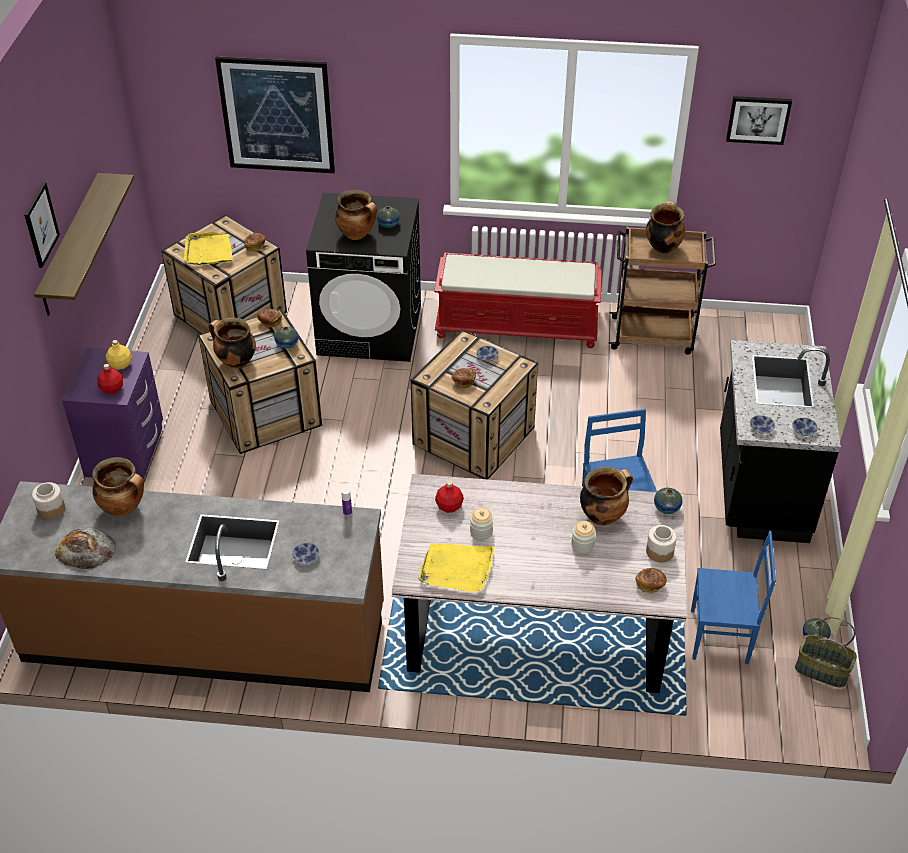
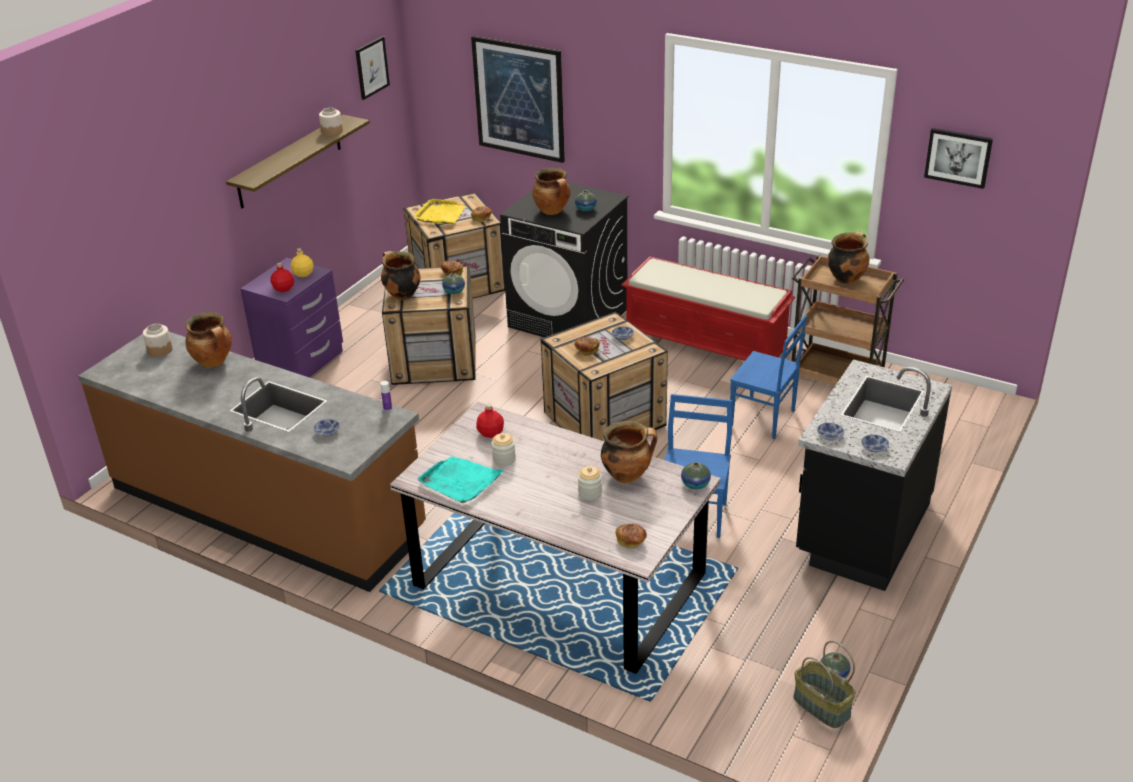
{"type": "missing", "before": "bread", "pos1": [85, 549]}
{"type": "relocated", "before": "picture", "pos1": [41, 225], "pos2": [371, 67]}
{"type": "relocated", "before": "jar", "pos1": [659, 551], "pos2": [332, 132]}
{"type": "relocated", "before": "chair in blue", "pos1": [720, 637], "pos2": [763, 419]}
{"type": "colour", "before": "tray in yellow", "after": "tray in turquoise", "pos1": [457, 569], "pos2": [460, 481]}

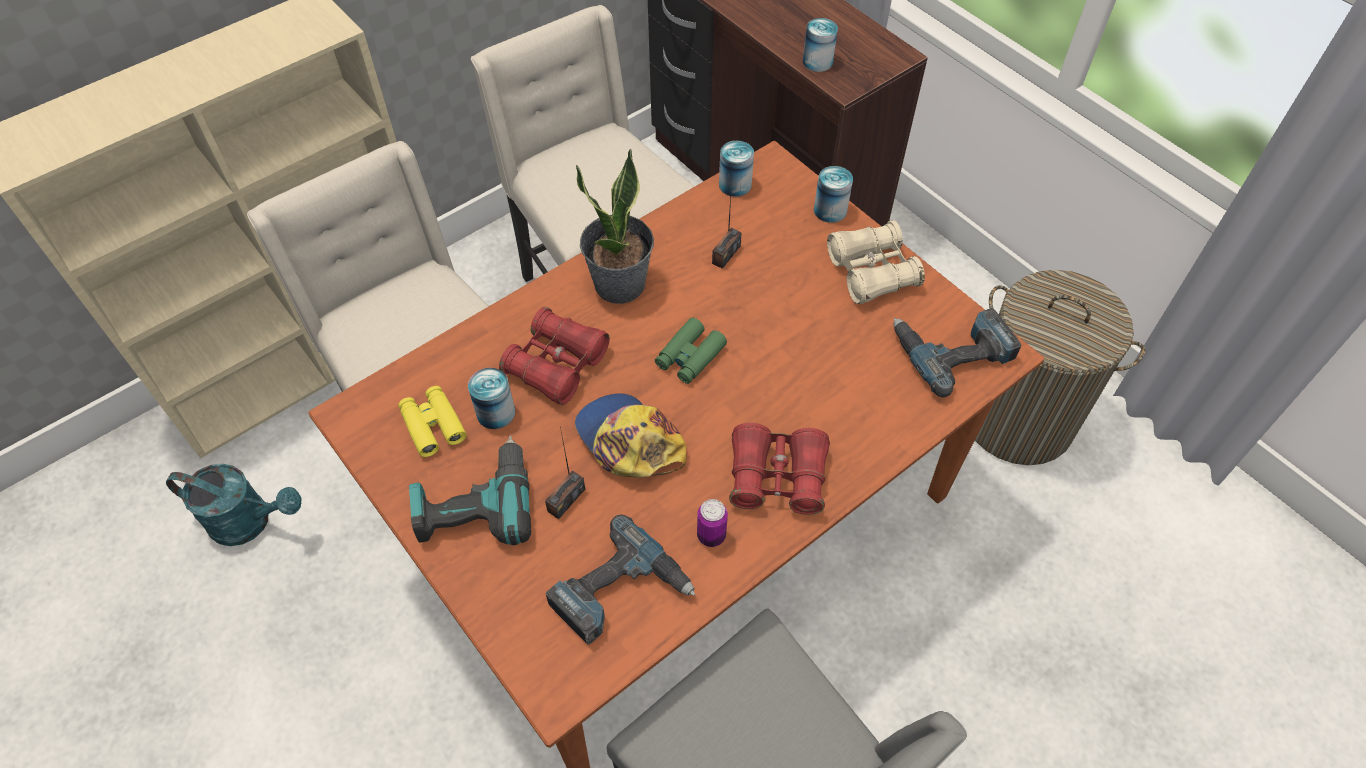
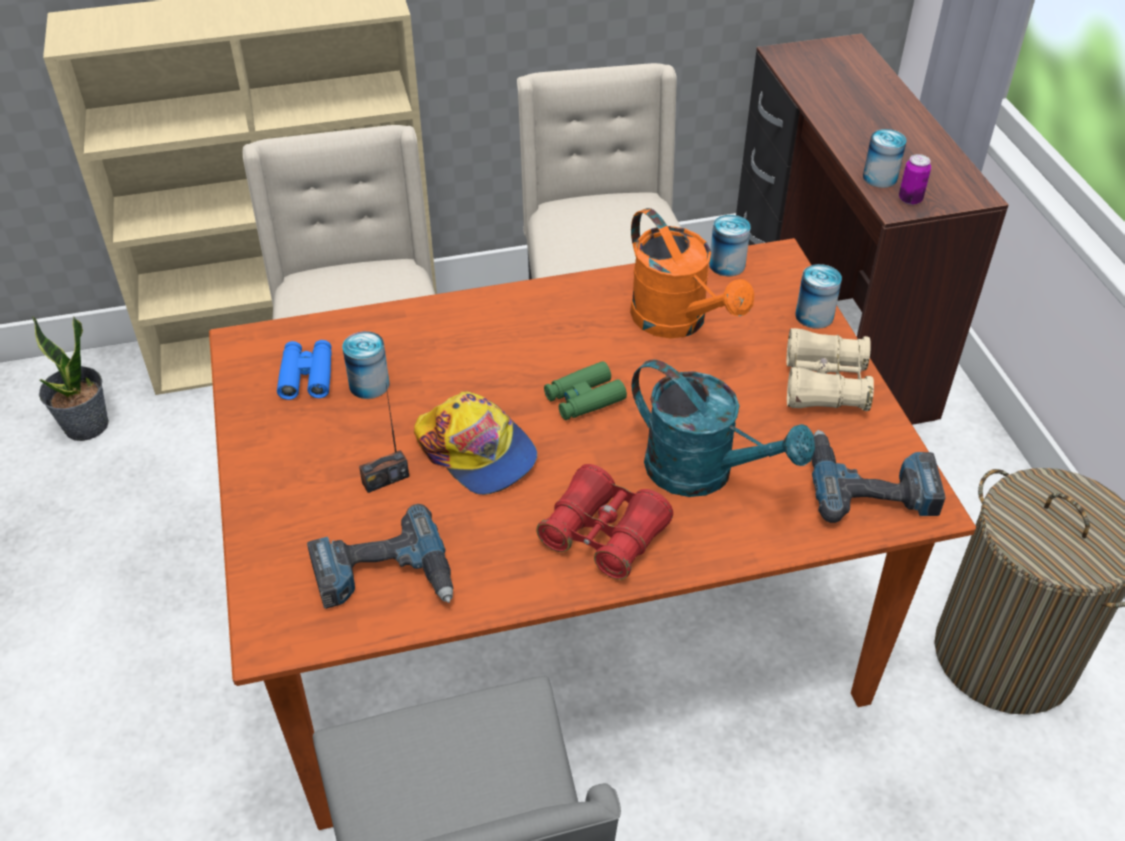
{"type": "missing", "before": "power drill", "pos1": [475, 504]}
{"type": "missing", "before": "binoculars in red", "pos1": [557, 365]}
{"type": "relocated", "before": "watering can in turquoise", "pos1": [250, 521], "pos2": [704, 473]}
{"type": "relocated", "before": "potted plant", "pos1": [620, 284], "pos2": [86, 426]}
{"type": "relocated", "before": "can", "pos1": [711, 535], "pos2": [910, 199]}
{"type": "exchanged", "before": "radio", "after": "watering can in orange", "pos1": [726, 254], "pos2": [678, 322]}
{"type": "colour", "before": "binoculars in yellow", "after": "binoculars in blue", "pos1": [433, 425], "pos2": [307, 376]}
{"type": "spun", "before": "cap", "pos1": [629, 441], "pos2": [477, 451], "turn": 150}

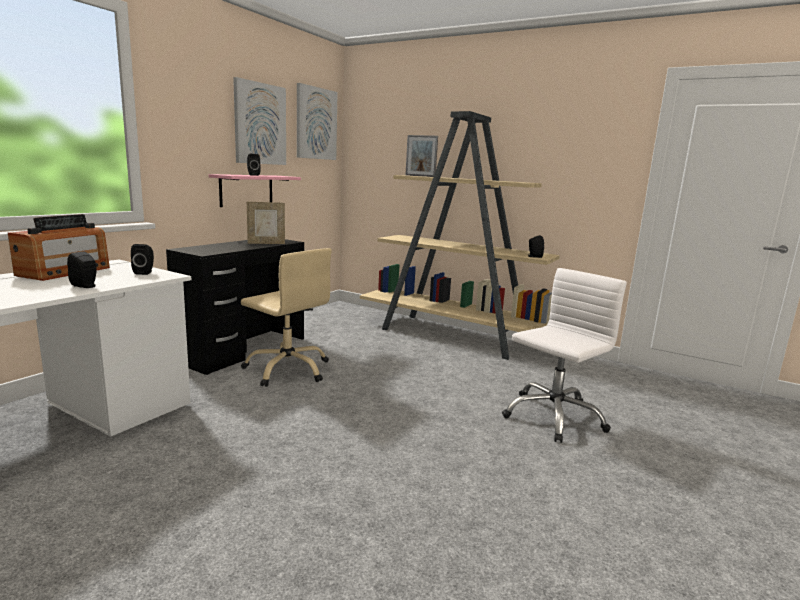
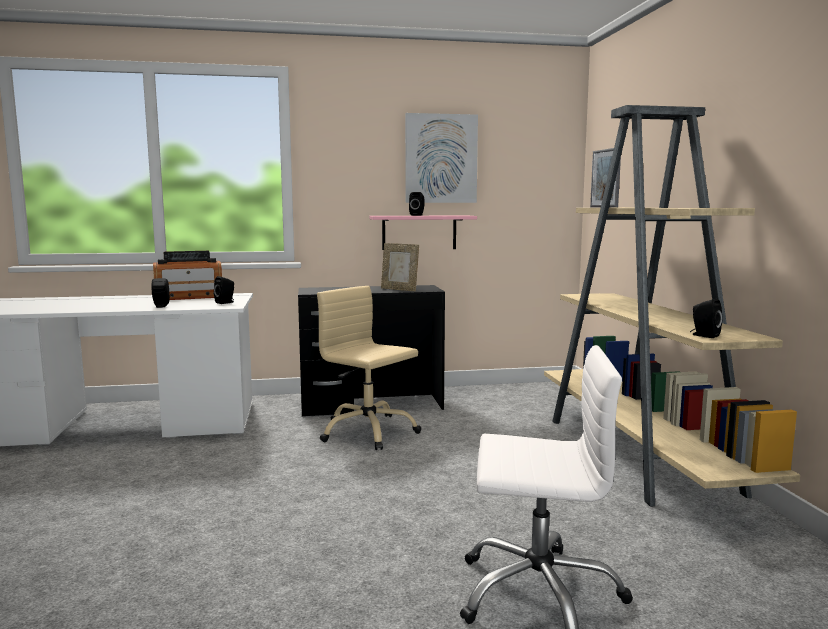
{"type": "missing", "before": "picture", "pos1": [316, 123]}
{"type": "spun", "before": "office chair in beige", "pos1": [288, 369], "pos2": [368, 431], "turn": 135}

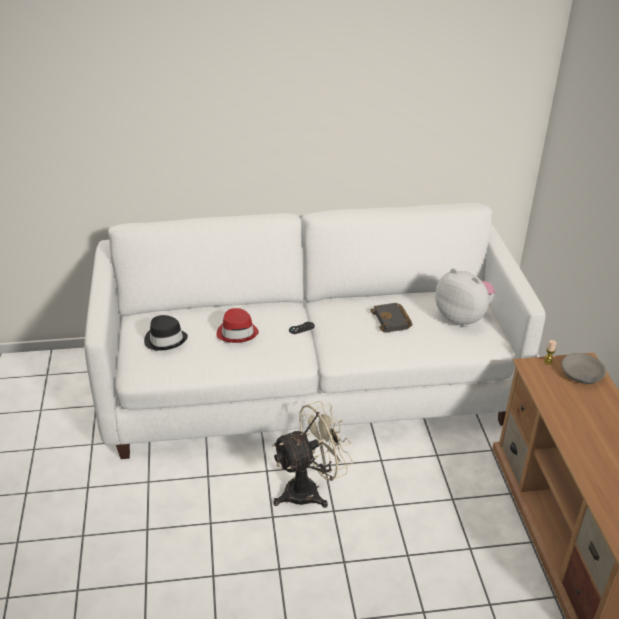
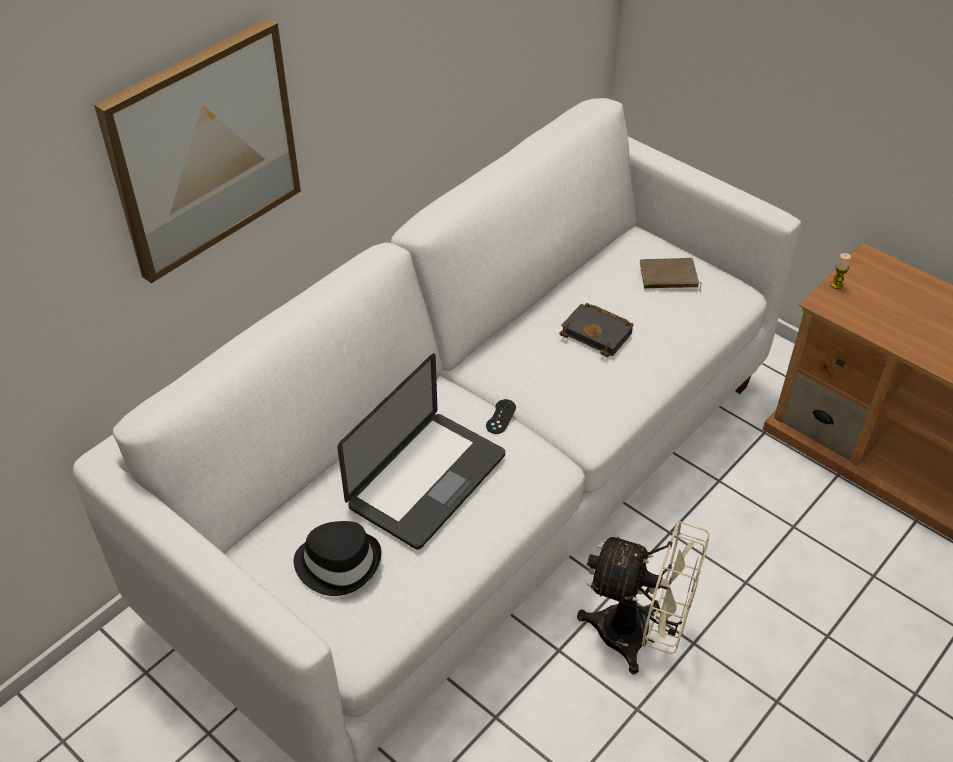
{"type": "missing", "before": "bowl in grey", "pos1": [581, 375]}
{"type": "appeared", "after": "picture", "pos2": [203, 149]}
{"type": "exchanged", "before": "hat in red", "after": "laptop", "pos1": [237, 332], "pos2": [427, 481]}
{"type": "exchanged", "before": "plush toy", "after": "book in brown", "pos1": [462, 317], "pos2": [668, 278]}
{"type": "spun", "before": "fan in beige", "pos1": [310, 490], "pos2": [638, 637], "turn": 90}

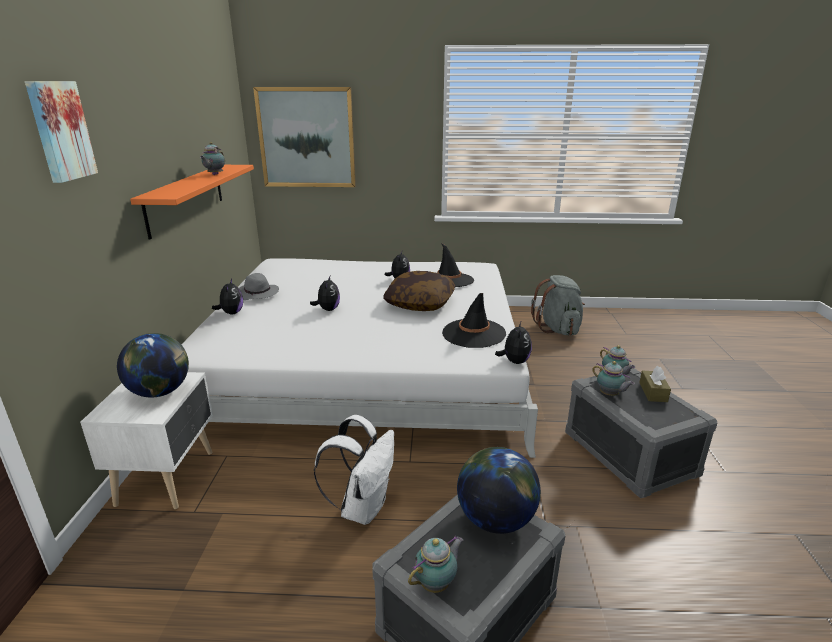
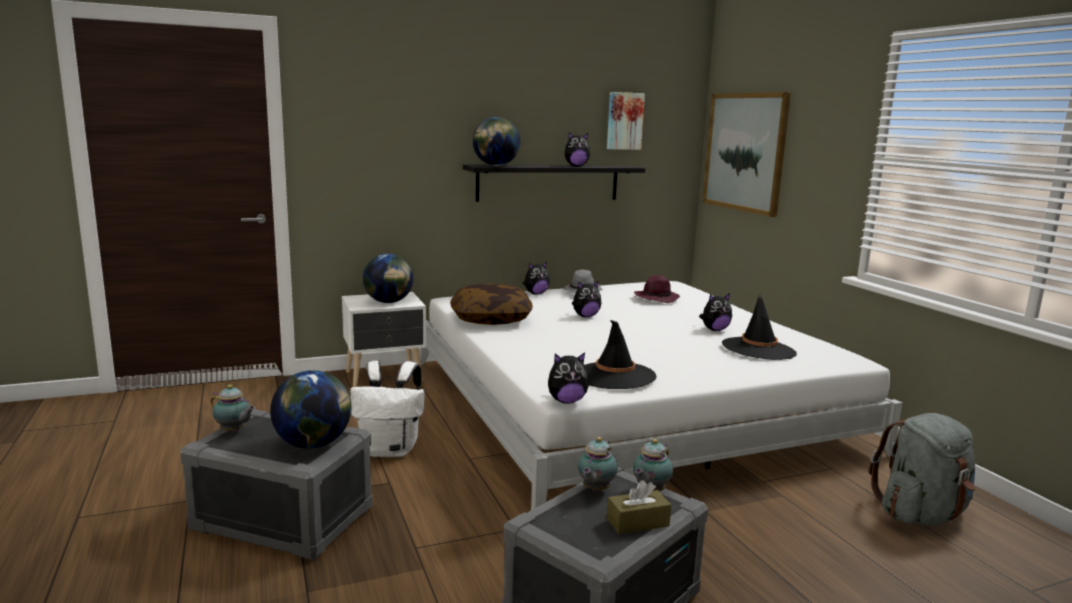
{"type": "appeared", "after": "globe", "pos2": [496, 165]}
{"type": "appeared", "after": "hat in purple", "pos2": [657, 298]}
{"type": "relocated", "before": "picture", "pos1": [60, 131], "pos2": [624, 121]}
{"type": "relocated", "before": "pillow", "pos1": [420, 303], "pos2": [491, 319]}
{"type": "exchanged", "before": "teapot", "after": "plush toy", "pos1": [214, 175], "pos2": [576, 166]}
{"type": "colour", "before": "shelf in orange", "after": "shelf in black", "pos1": [186, 198], "pos2": [548, 182]}

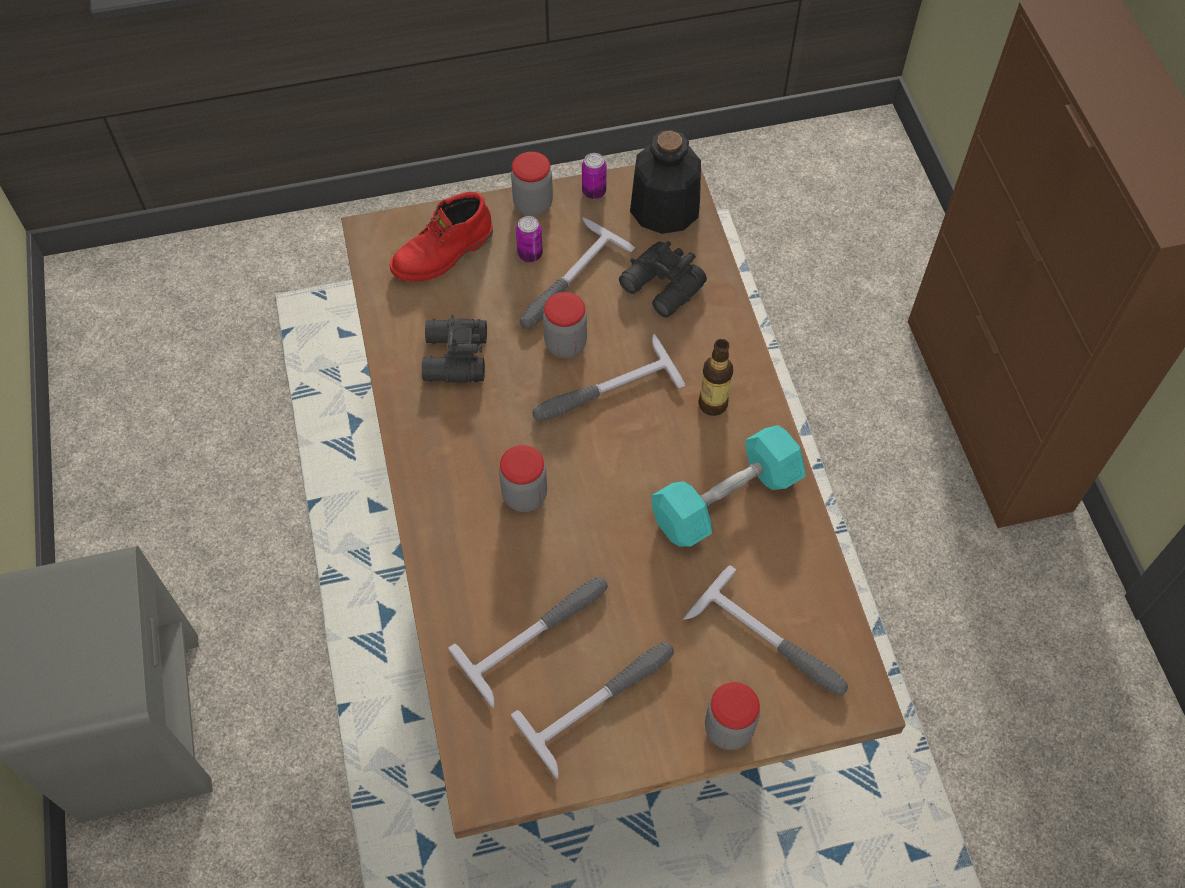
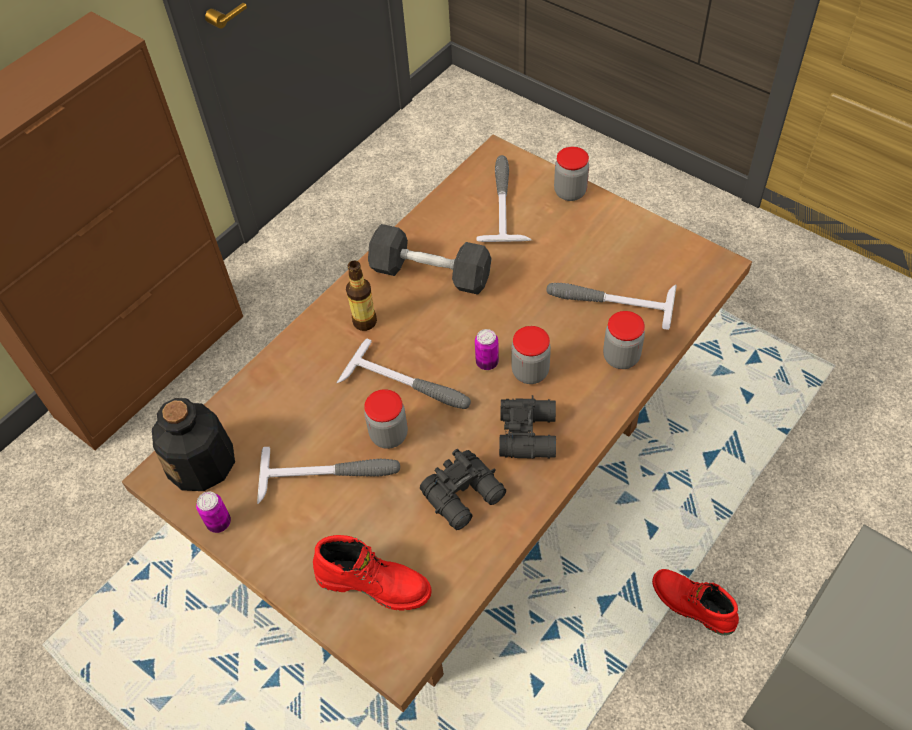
{"type": "missing", "before": "hammer", "pos1": [604, 700]}
{"type": "appeared", "after": "boot in red", "pos2": [691, 605]}
{"type": "relocated", "before": "jar", "pos1": [533, 204], "pos2": [621, 357]}
{"type": "relocated", "before": "can", "pos1": [530, 254], "pos2": [487, 362]}
{"type": "relocated", "before": "binoculars in black", "pos1": [662, 288], "pos2": [529, 433]}
{"type": "colour", "before": "dumbbell in turquoise", "after": "dumbbell in grey", "pos1": [726, 499], "pos2": [431, 273]}

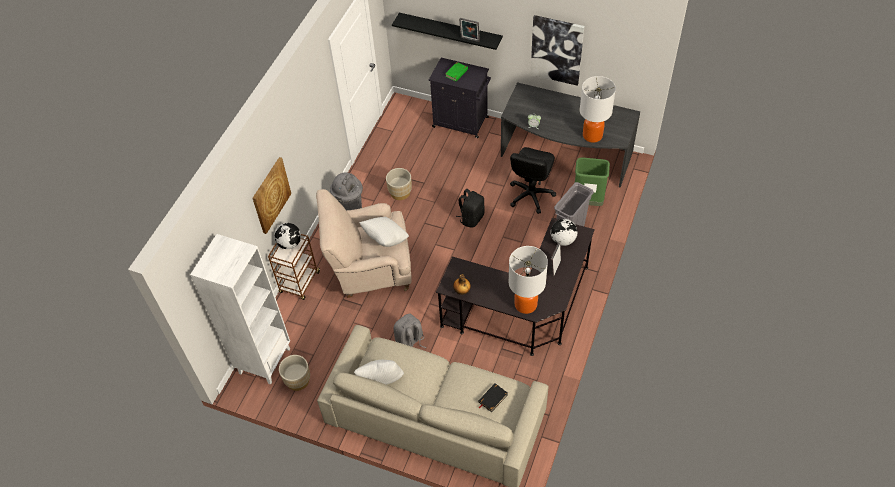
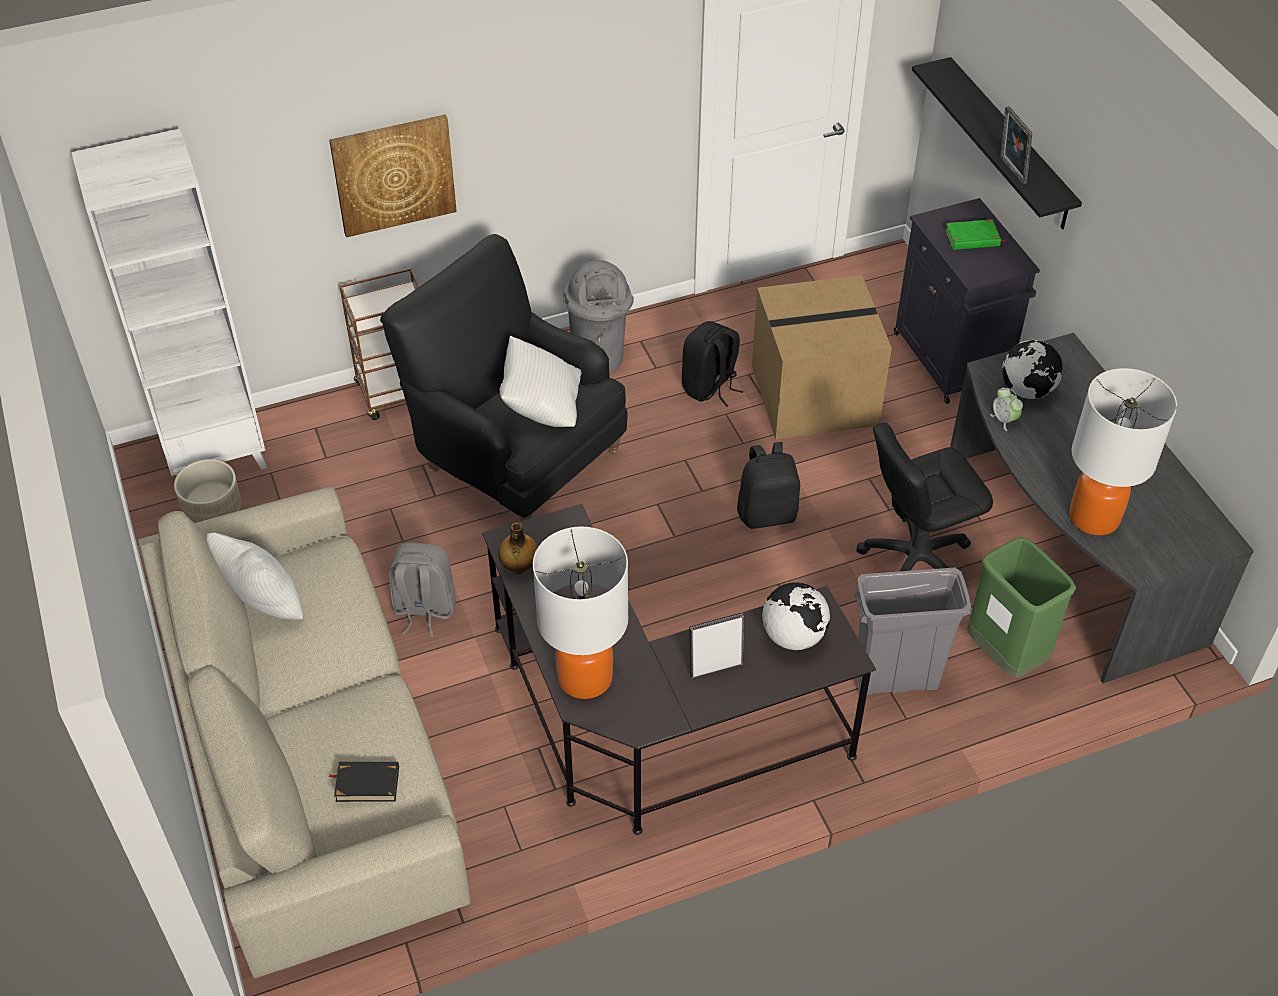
{"type": "missing", "before": "picture", "pos1": [556, 50]}
{"type": "appeared", "after": "cardboard box", "pos2": [815, 393]}
{"type": "relocated", "before": "globe", "pos1": [290, 243], "pos2": [1027, 390]}
{"type": "exchanged", "before": "planter in beige", "after": "backpack in black", "pos1": [400, 192], "pos2": [710, 387]}
{"type": "colour", "before": "armchair in beige", "after": "armchair in black", "pos1": [370, 269], "pos2": [516, 458]}

